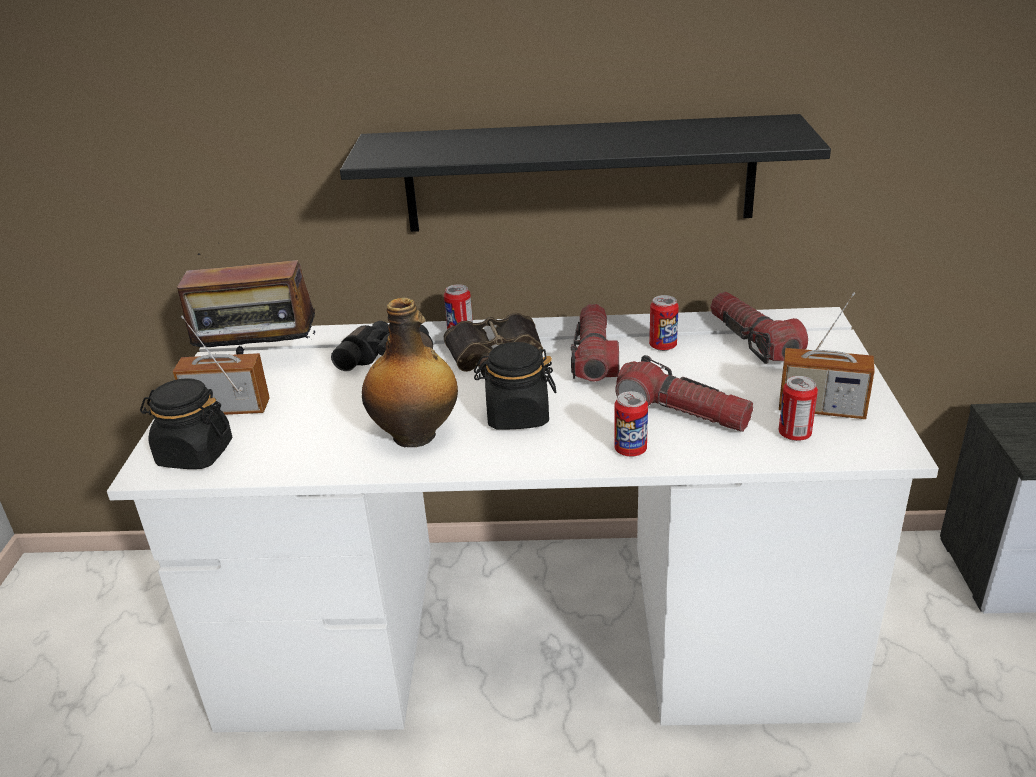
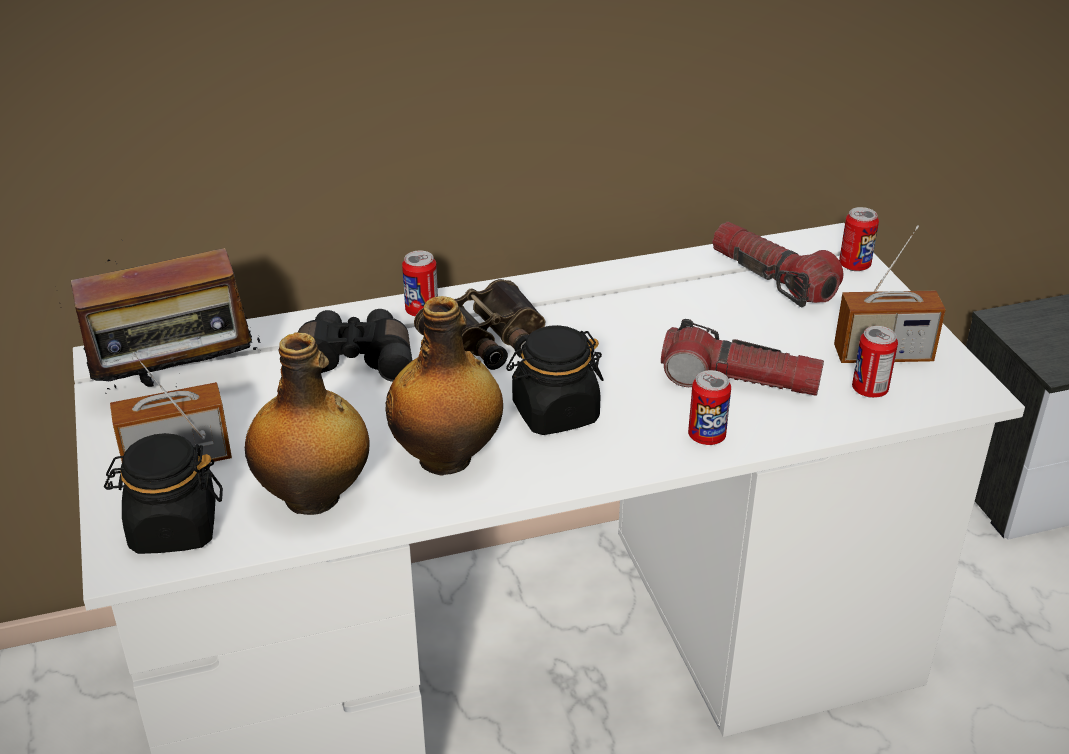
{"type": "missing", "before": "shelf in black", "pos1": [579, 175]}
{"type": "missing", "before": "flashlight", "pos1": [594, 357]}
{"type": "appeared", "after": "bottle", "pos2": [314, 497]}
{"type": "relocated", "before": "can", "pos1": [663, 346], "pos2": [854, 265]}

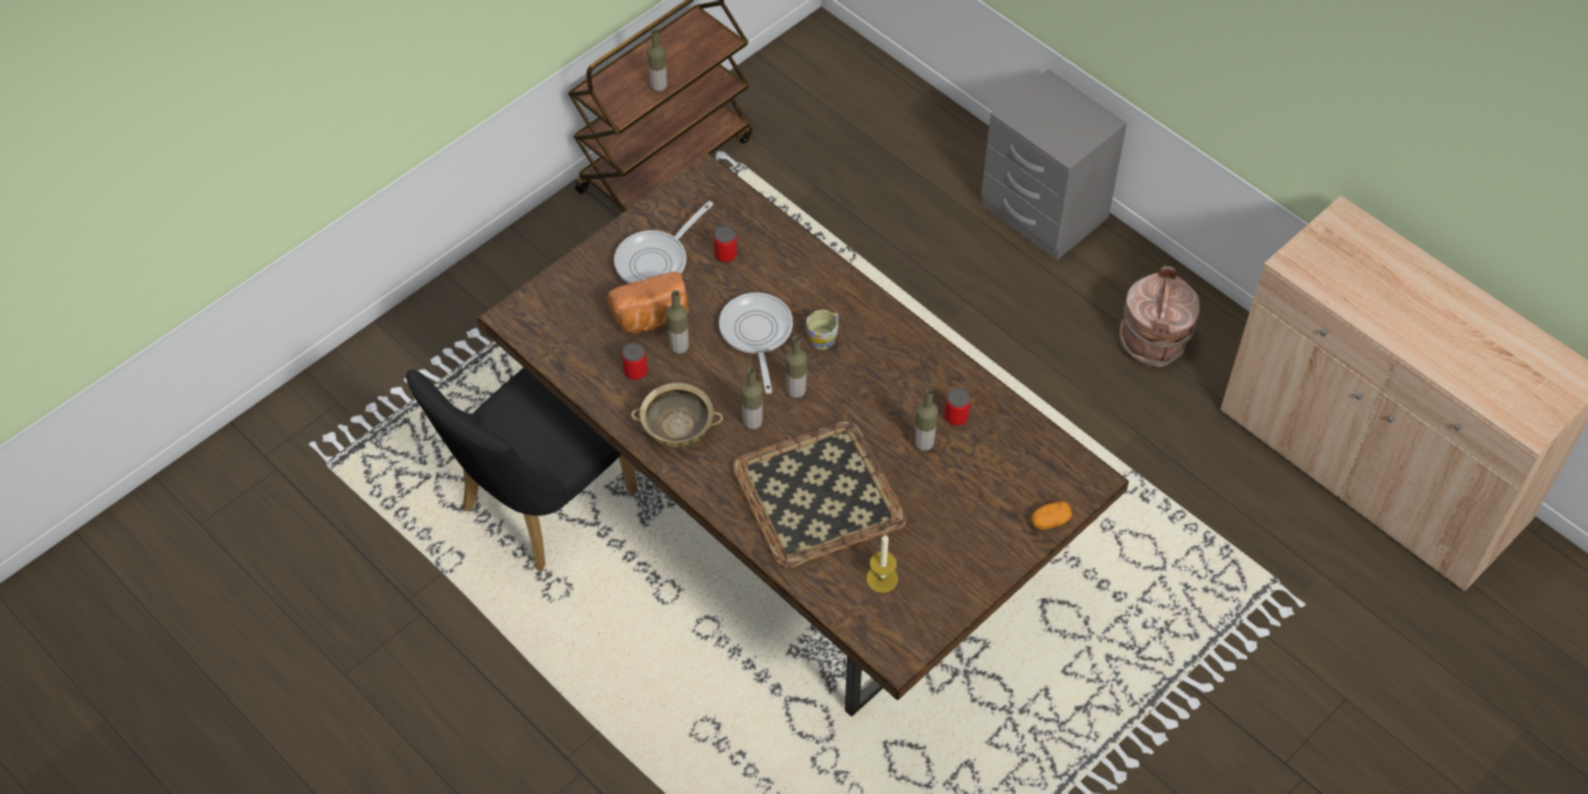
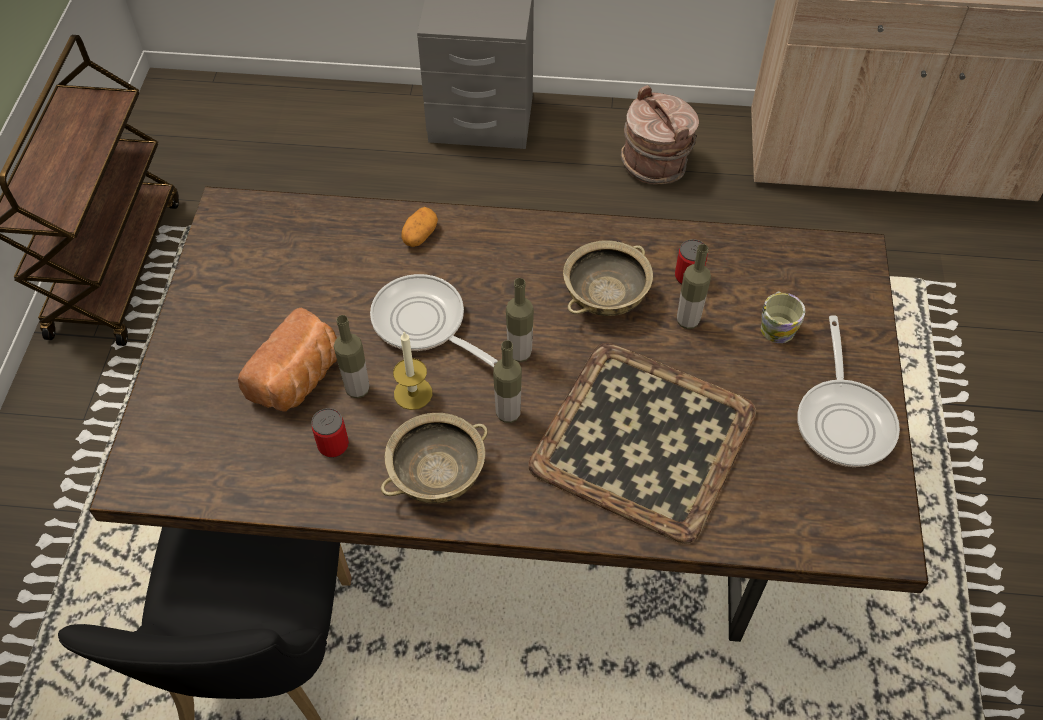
{"type": "missing", "before": "bottle", "pos1": [659, 87]}
{"type": "missing", "before": "can", "pos1": [725, 255]}
{"type": "appeared", "after": "bowl in beige", "pos2": [605, 297]}
{"type": "relocated", "before": "frying pan", "pos1": [656, 260], "pos2": [844, 419]}
{"type": "relocated", "before": "mug", "pos1": [824, 336], "pos2": [776, 325]}
{"type": "relocated", "before": "candle", "pos1": [882, 579], "pos2": [413, 393]}
{"type": "relocated", "before": "potato", "pos1": [1050, 521], "pos2": [419, 235]}

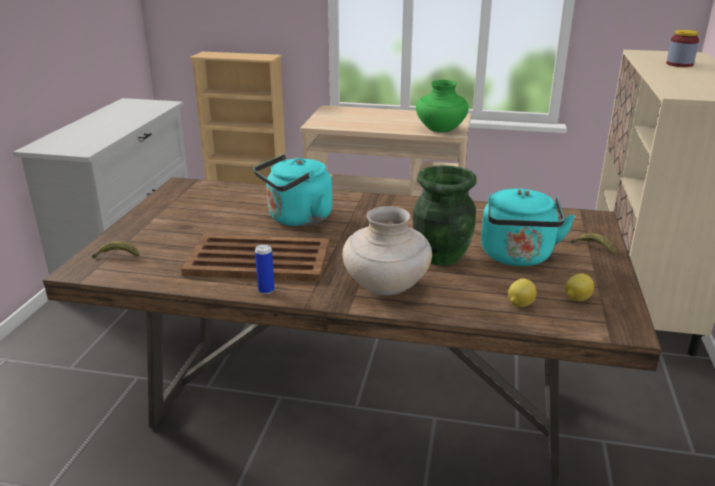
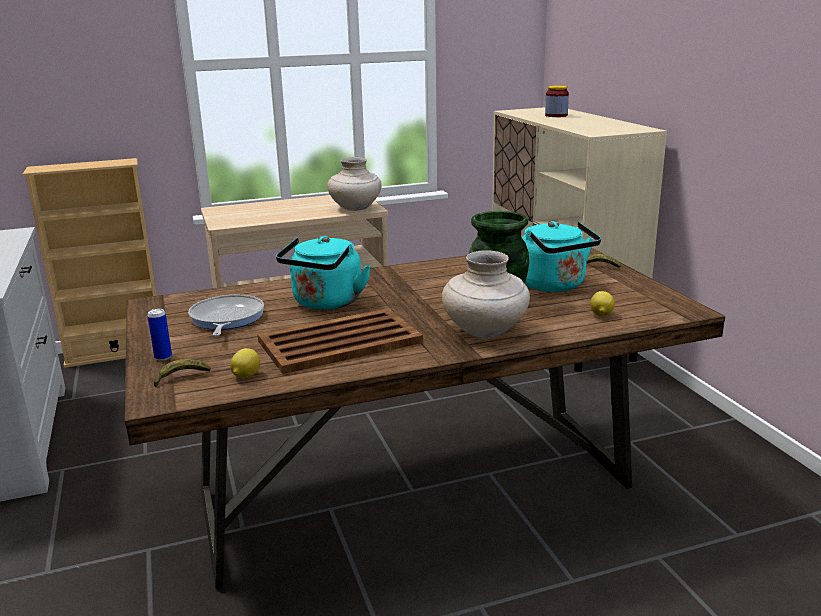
{"type": "appeared", "after": "frying pan", "pos2": [226, 319]}
{"type": "relocated", "before": "can", "pos1": [266, 290], "pos2": [163, 357]}
{"type": "relocated", "before": "lemon", "pos1": [576, 298], "pos2": [245, 376]}
{"type": "colour", "before": "vase in green", "after": "vase in beige", "pos1": [440, 129], "pos2": [355, 208]}

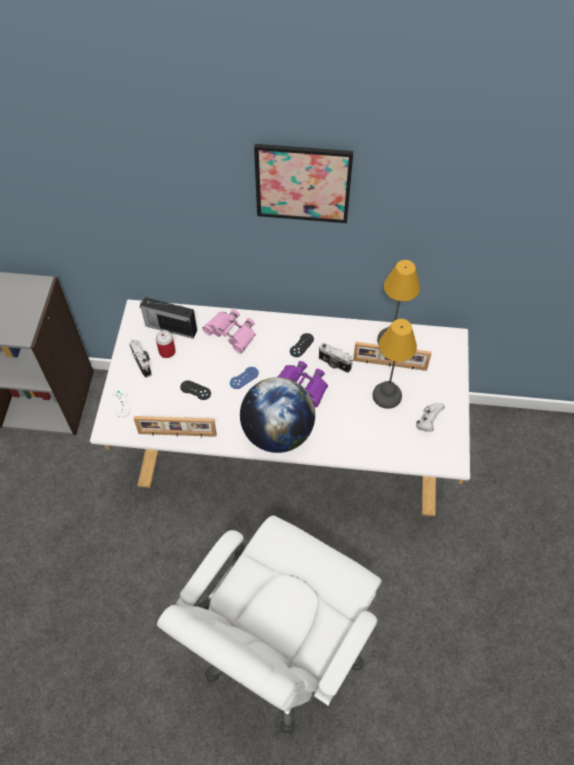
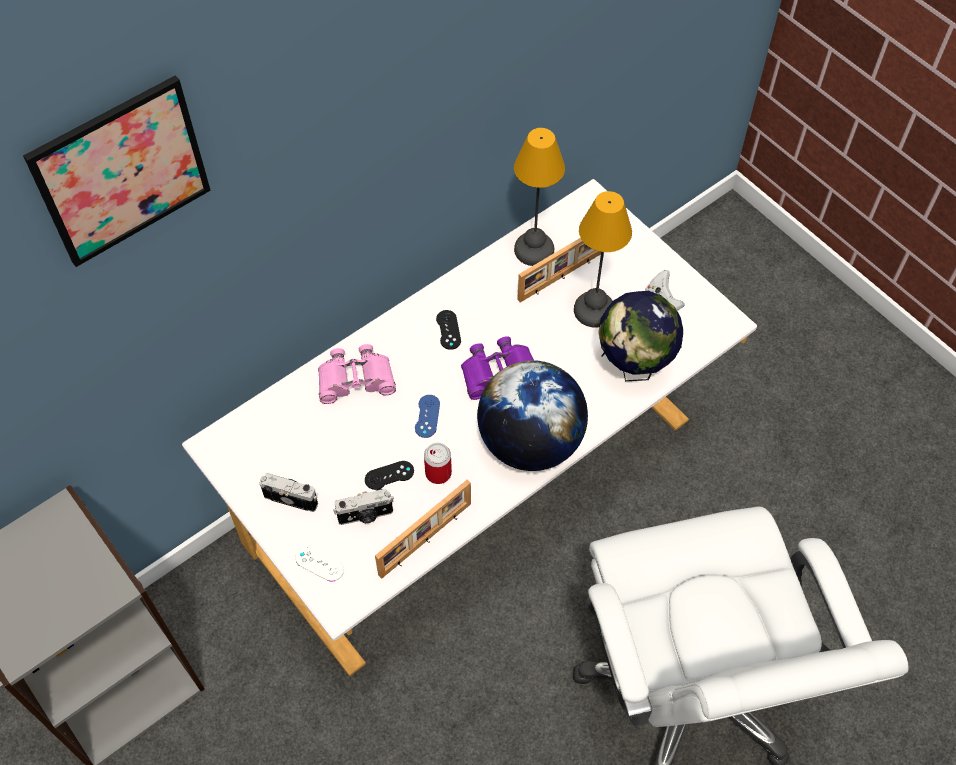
{"type": "missing", "before": "radio", "pos1": [170, 327]}
{"type": "appeared", "after": "globe", "pos2": [634, 367]}
{"type": "relocated", "before": "can", "pos1": [167, 351], "pos2": [438, 473]}
{"type": "relocated", "before": "picture", "pos1": [303, 183], "pos2": [121, 171]}
{"type": "relocated", "before": "photo camera", "pos1": [334, 364], "pos2": [365, 515]}

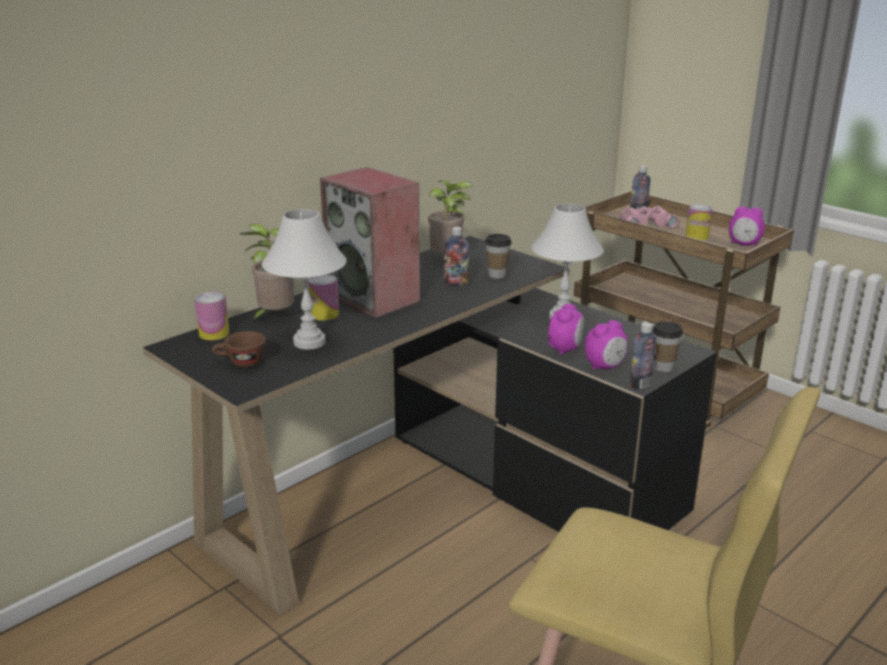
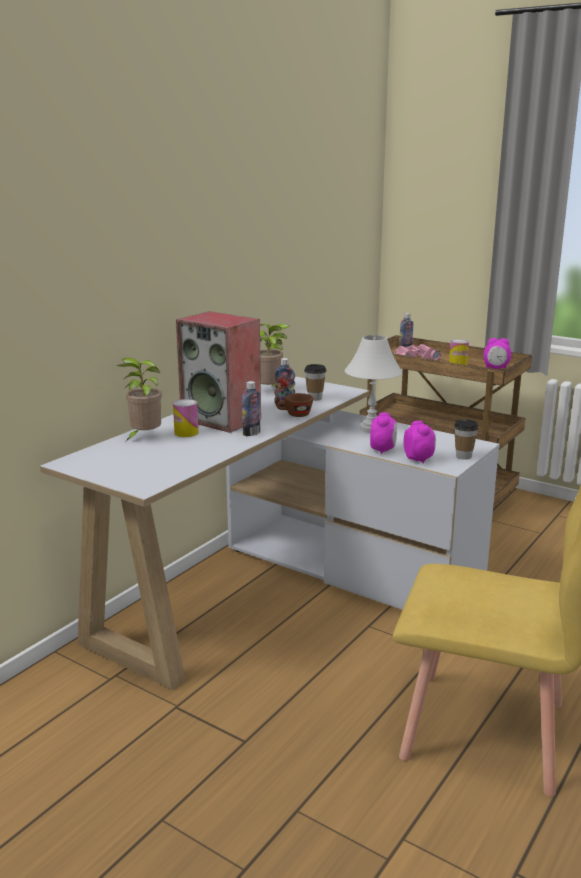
{"type": "missing", "before": "can", "pos1": [214, 333]}
{"type": "missing", "before": "table lamp in white", "pos1": [309, 342]}
{"type": "relocated", "before": "cup in brown", "pos1": [240, 363], "pos2": [294, 415]}
{"type": "relocated", "before": "bottle", "pos1": [640, 384], "pos2": [251, 433]}
{"type": "colour", "before": "desk in black", "after": "desk in white", "pos1": [441, 497], "pos2": [281, 588]}
{"type": "spun", "before": "alarm clock", "pos1": [605, 367], "pos2": [419, 459], "turn": -60}

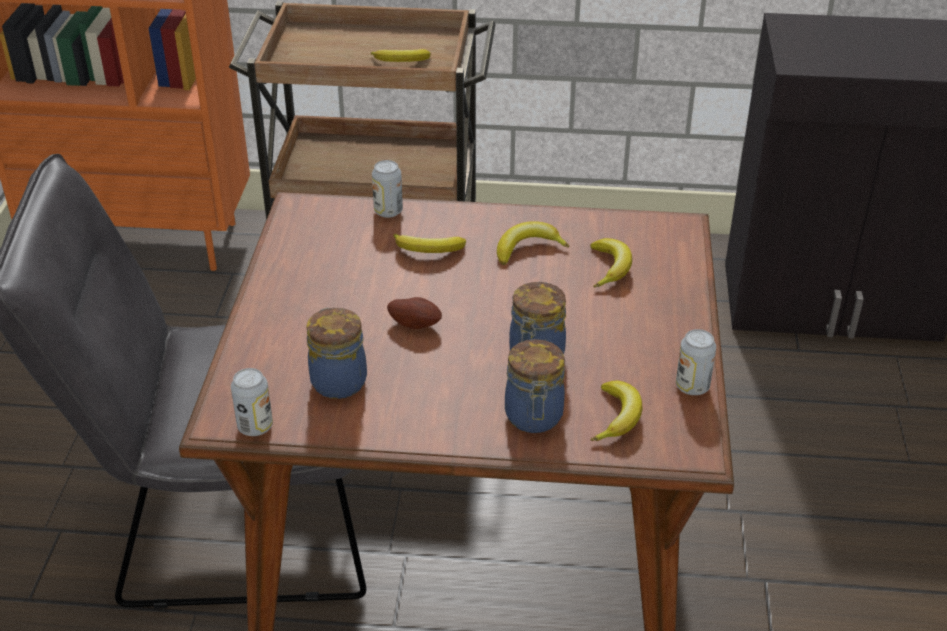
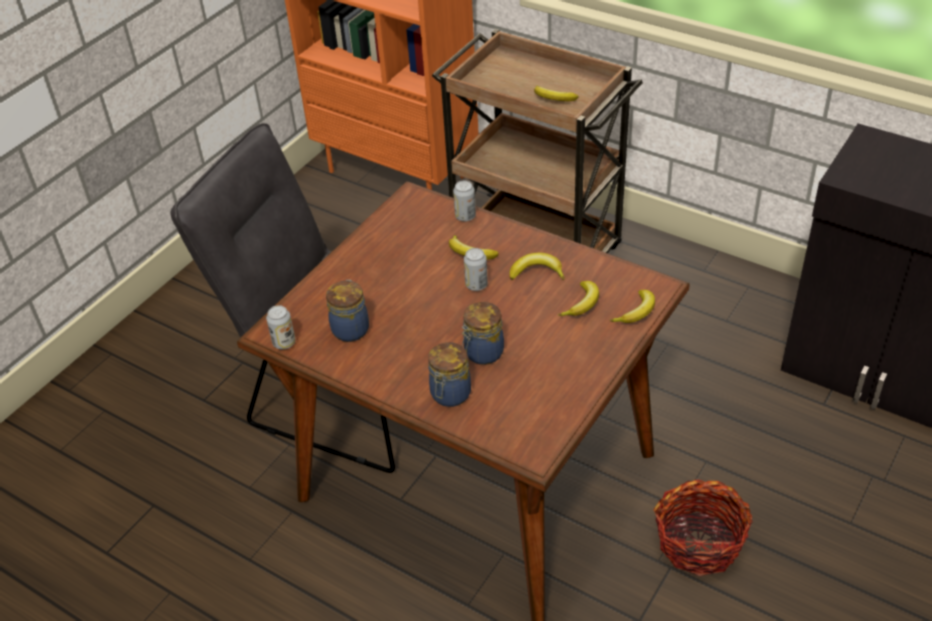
{"type": "missing", "before": "potato", "pos1": [415, 323]}
{"type": "appeared", "after": "basket", "pos2": [699, 542]}
{"type": "relocated", "before": "banana", "pos1": [617, 417], "pos2": [636, 312]}
{"type": "relocated", "before": "can", "pos1": [692, 386], "pos2": [476, 285]}

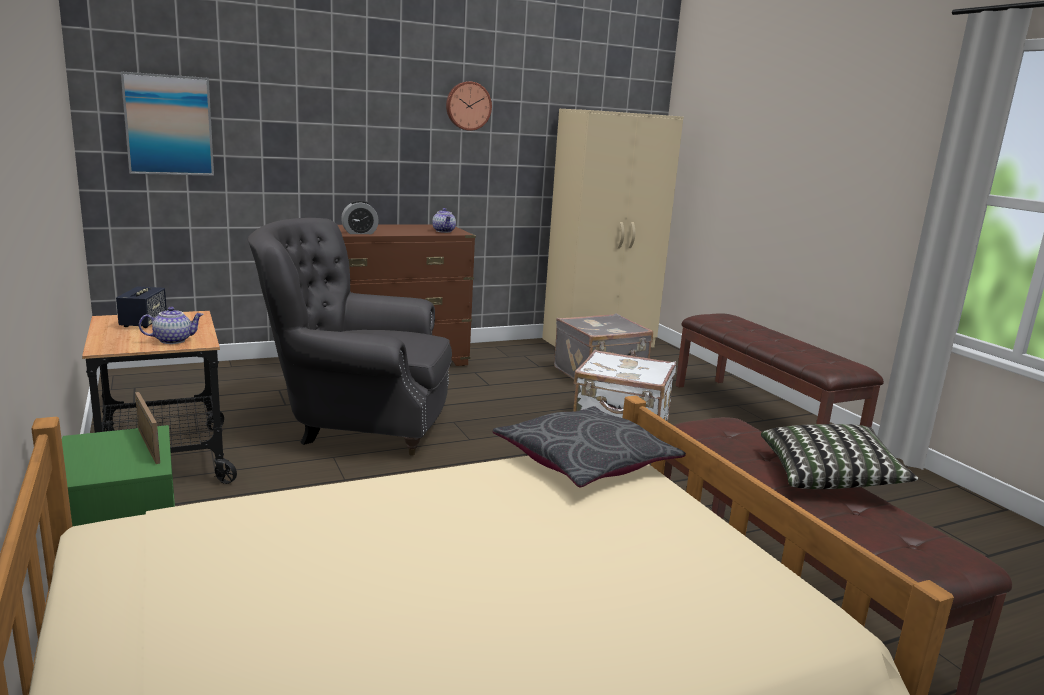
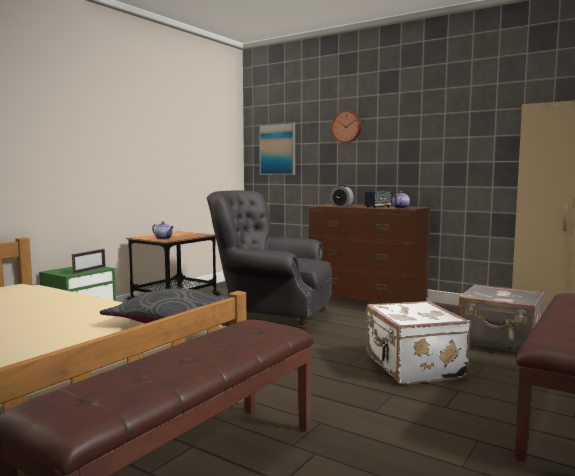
{"type": "missing", "before": "pillow", "pos1": [828, 478]}
{"type": "relocated", "before": "speaker", "pos1": [143, 322], "pos2": [378, 207]}
{"type": "relocated", "before": "wall clock", "pos1": [468, 106], "pos2": [347, 127]}
{"type": "spun", "before": "armchair in grey", "pos1": [357, 423], "pos2": [271, 316], "turn": -45}

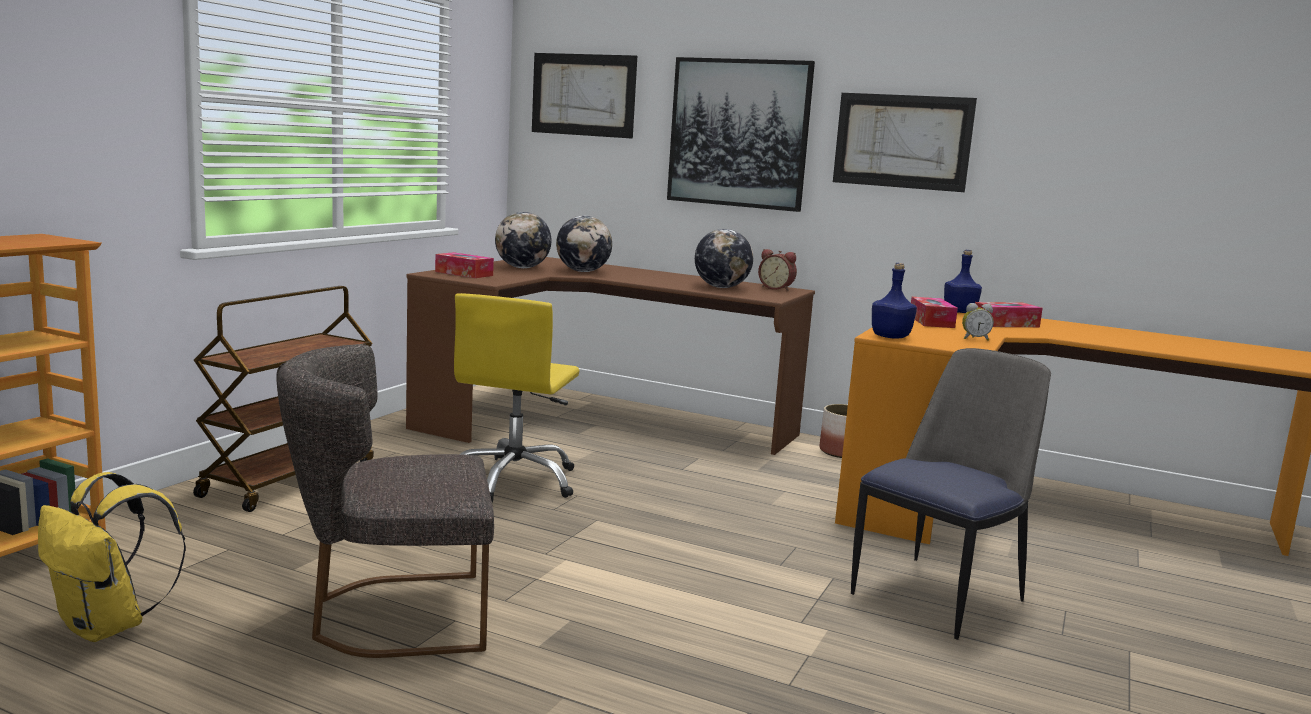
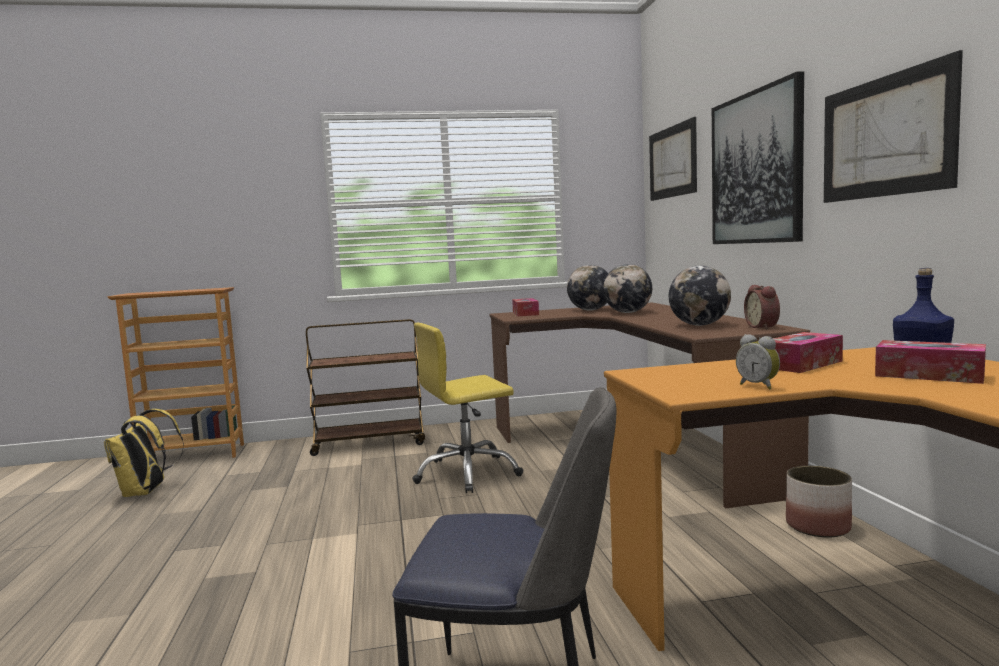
{"type": "missing", "before": "chair in grey", "pos1": [390, 615]}
{"type": "missing", "before": "bottle in blue", "pos1": [890, 337]}

